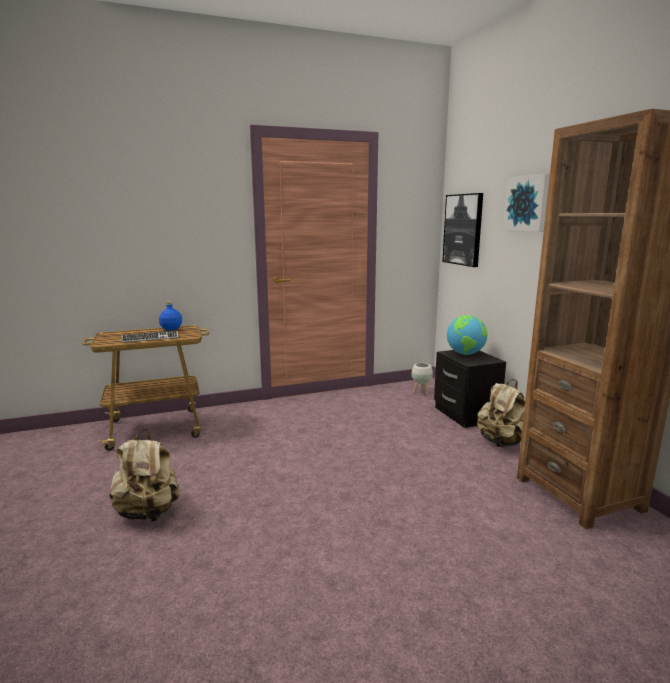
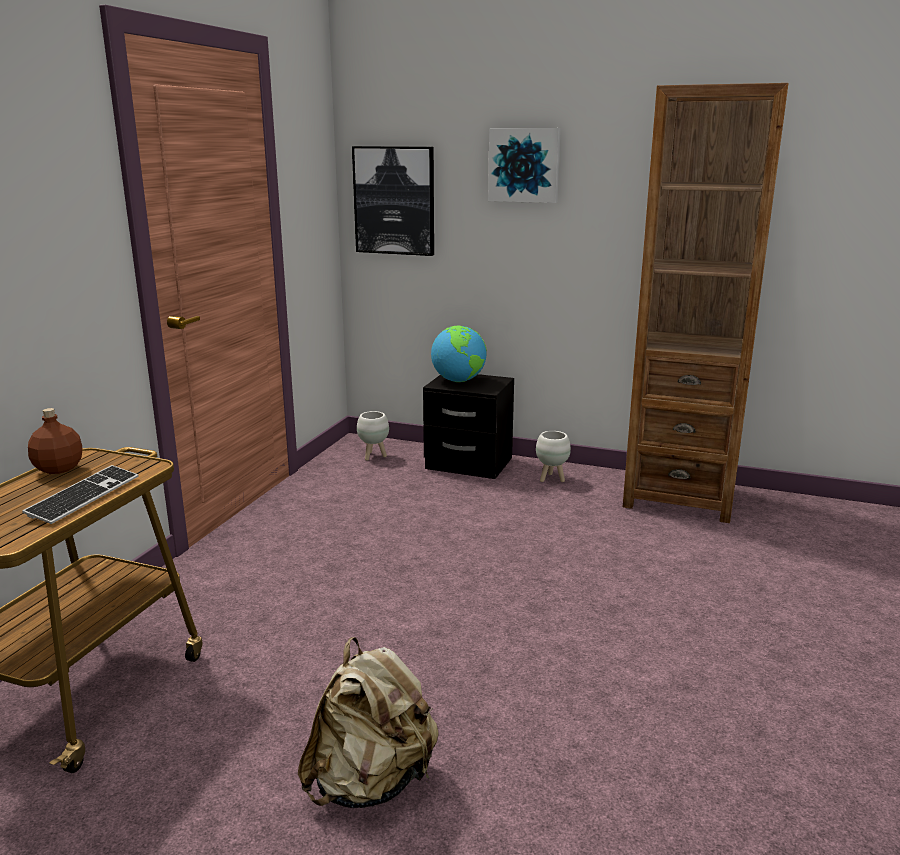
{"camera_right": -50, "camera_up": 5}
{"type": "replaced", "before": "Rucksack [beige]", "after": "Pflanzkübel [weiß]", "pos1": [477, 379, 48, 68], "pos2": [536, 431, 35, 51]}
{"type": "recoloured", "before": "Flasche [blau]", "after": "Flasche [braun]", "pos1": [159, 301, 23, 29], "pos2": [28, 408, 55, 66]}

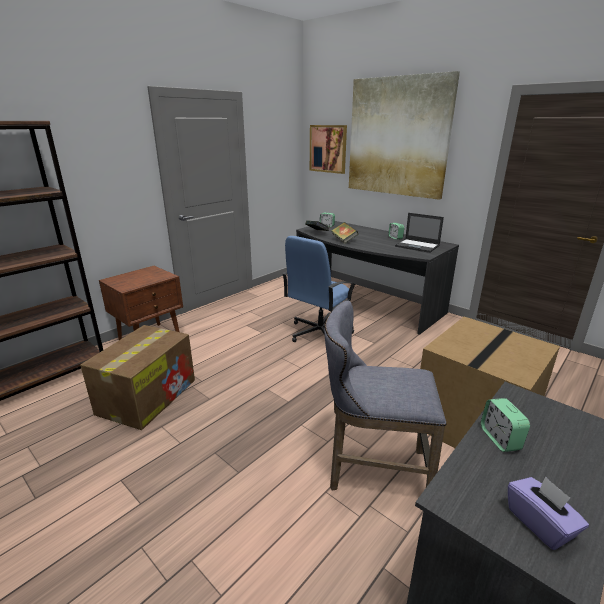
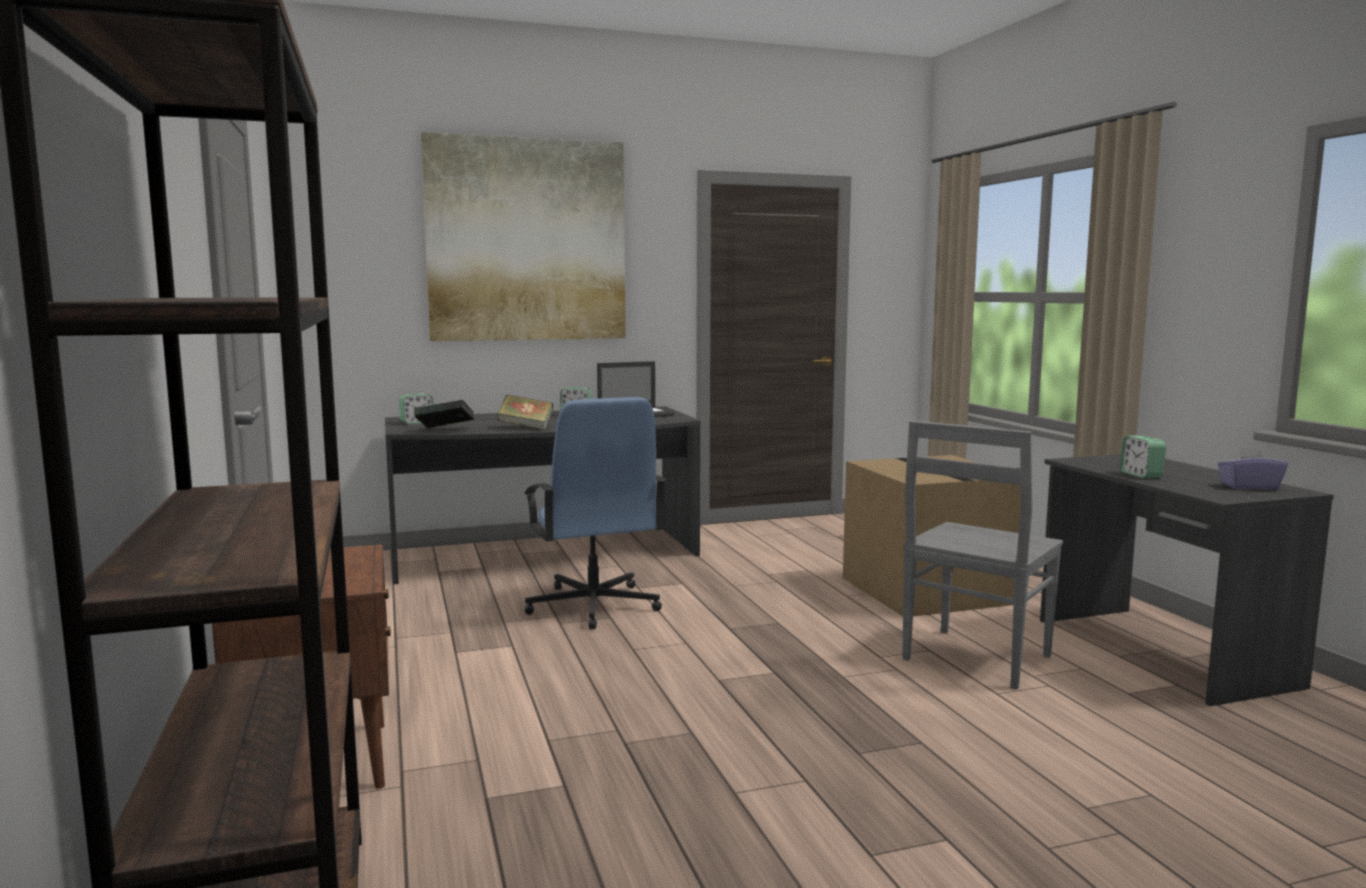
{"camera_right": -60, "camera_up": -15}
{"type": "removed", "before": "Karton", "pos1": [80, 325, 115, 105]}
{"type": "removed", "before": "Bild", "pos1": [310, 125, 37, 49]}
{"type": "replaced", "before": "Hocker [grau]", "after": "Stuhl [grau]", "pos1": [324, 301, 122, 190], "pos2": [902, 421, 161, 269]}
{"type": "turned", "before": "Wecker", "pos1": [481, 398, 49, 54], "pos2": [1120, 435, 46, 43], "turn": 60}

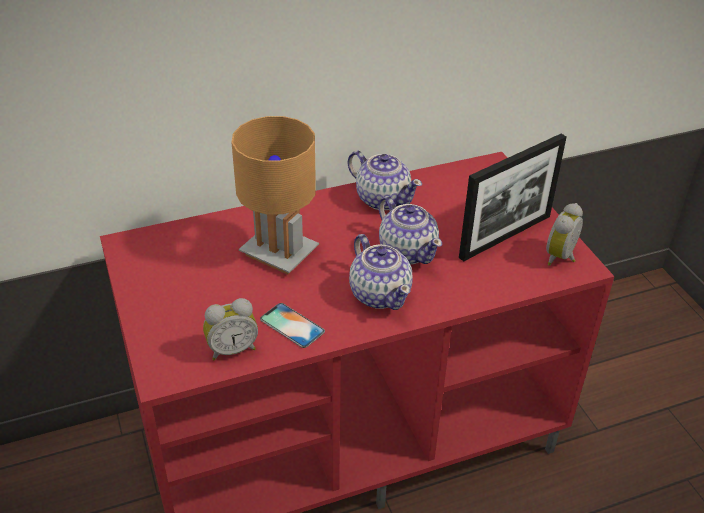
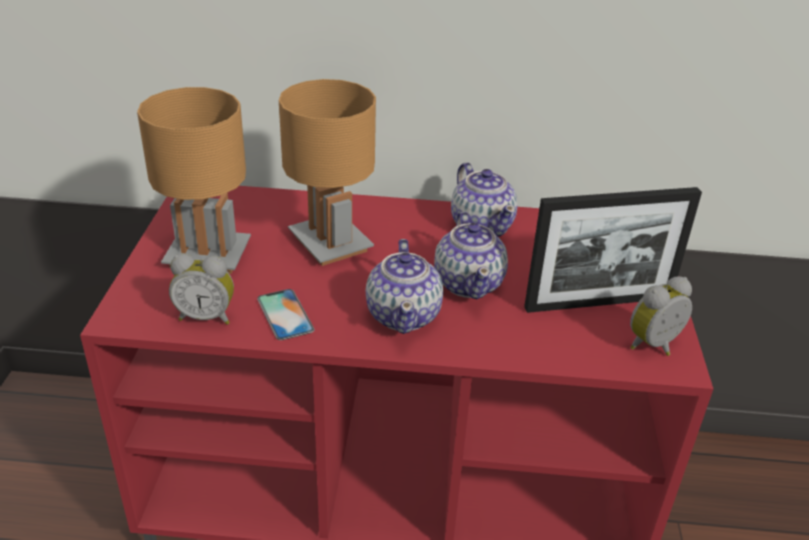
{"camera_right": 25, "camera_up": -5}
{"type": "added", "after": "Tischlampe [braun]", "pos2": [137, 87, 114, 187]}

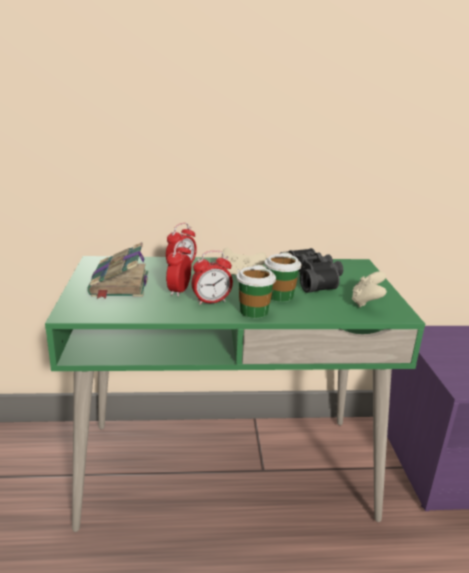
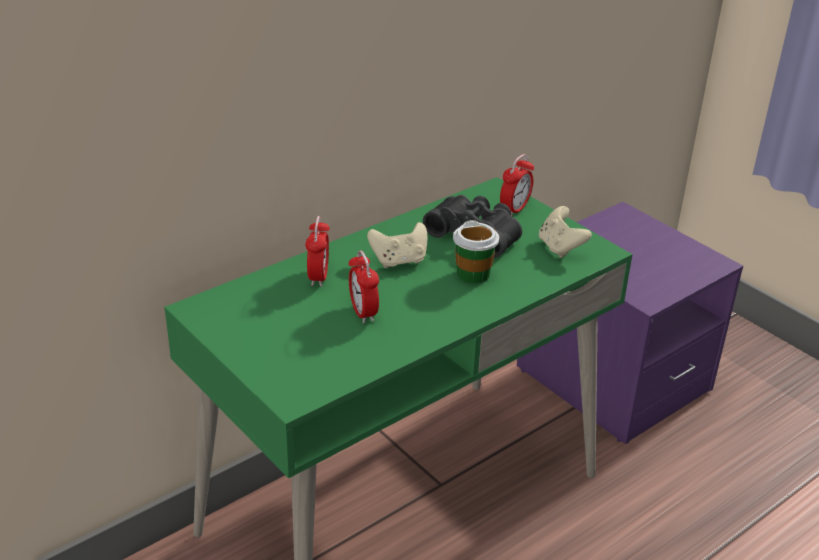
{"camera_right": -35, "camera_up": 10}
{"type": "removed", "before": "Buch", "pos1": [87, 242, 61, 57]}
{"type": "removed", "before": "Tasse", "pos1": [236, 265, 40, 53]}
{"type": "moved", "before": "Wecker", "pos1": [191, 250, 42, 55], "pos2": [500, 154, 34, 62]}

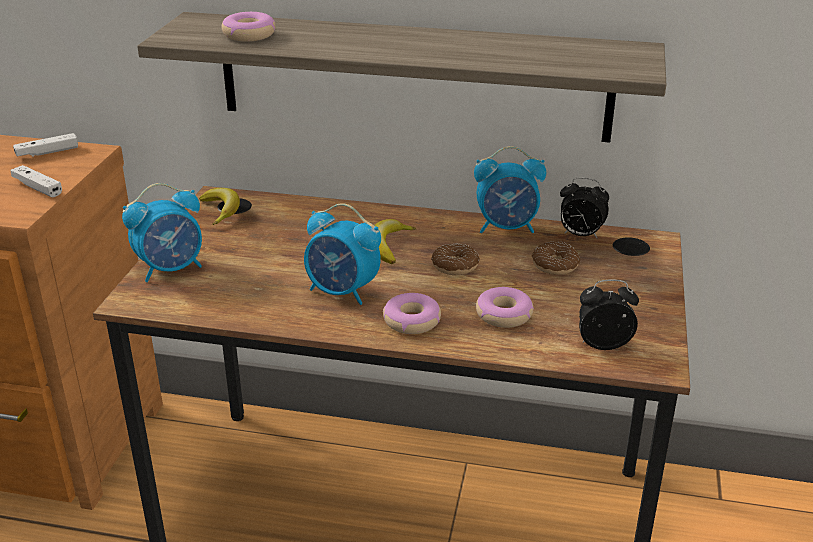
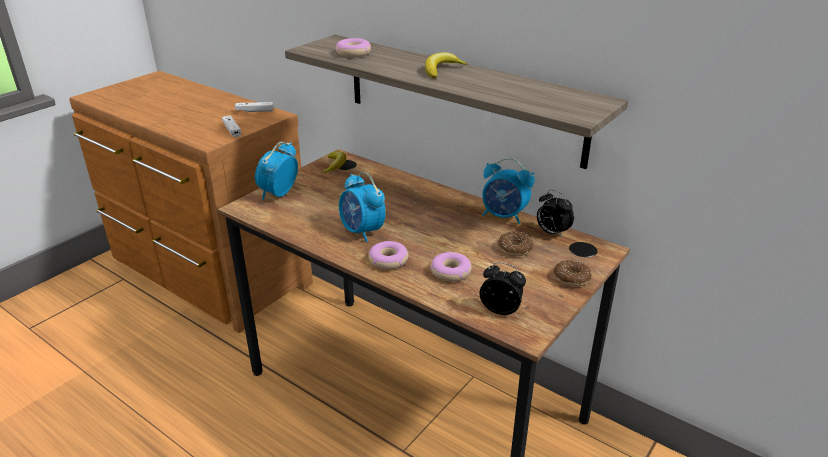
{"camera_right": 25, "camera_up": 0}
{"type": "moved", "before": "Banane", "pos1": [375, 219, 41, 45], "pos2": [425, 52, 43, 27]}
{"type": "moved", "before": "Donut", "pos1": [431, 244, 49, 31], "pos2": [554, 260, 38, 27]}
{"type": "turned", "before": "Wecker", "pos1": [122, 183, 80, 99], "pos2": [255, 142, 43, 58], "turn": 120}

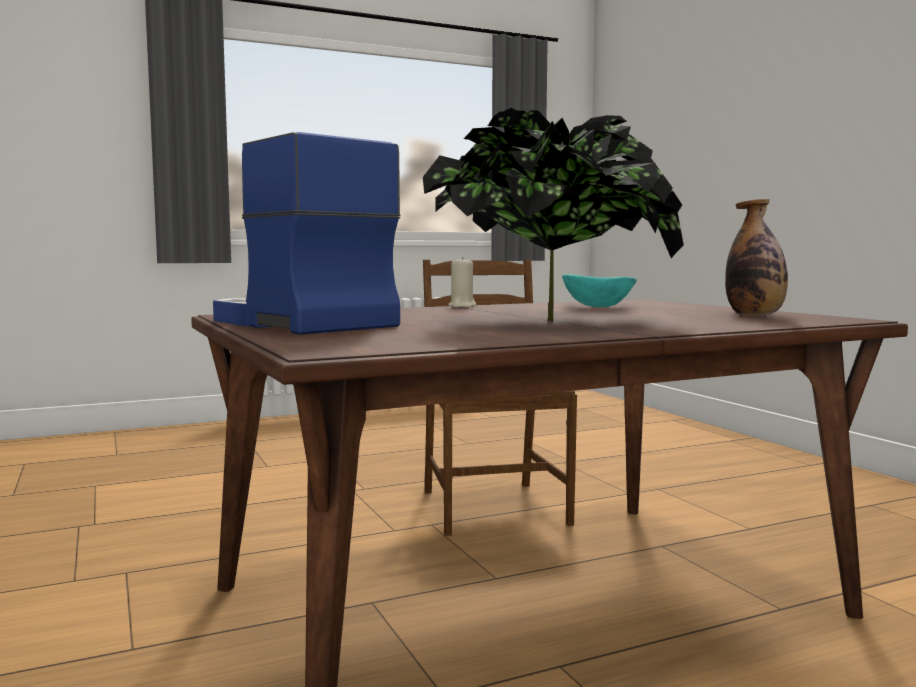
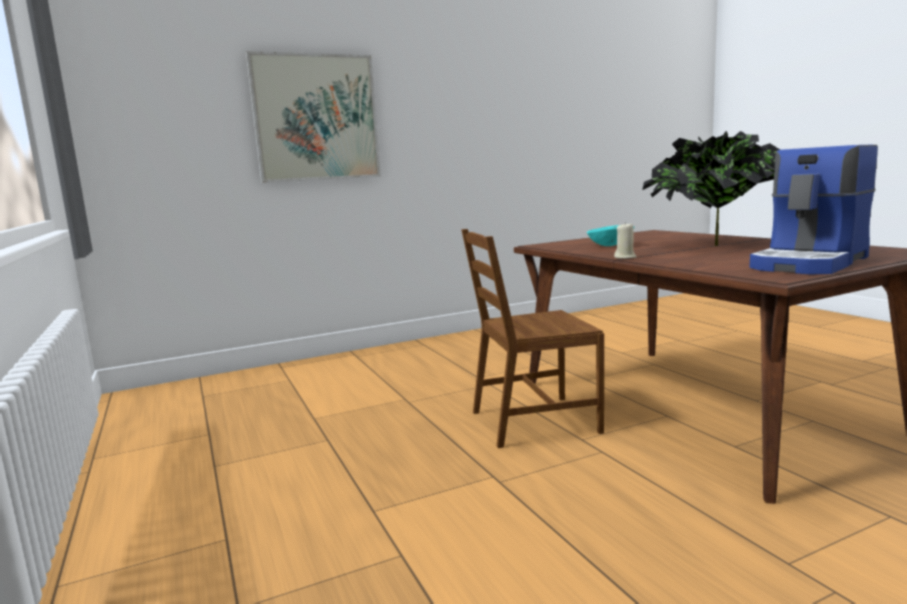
{"camera_right": -90, "camera_up": 5}
{"type": "removed", "before": "Flasche", "pos1": [725, 199, 63, 117]}
{"type": "added", "after": "Bild", "pos2": [246, 51, 135, 132]}

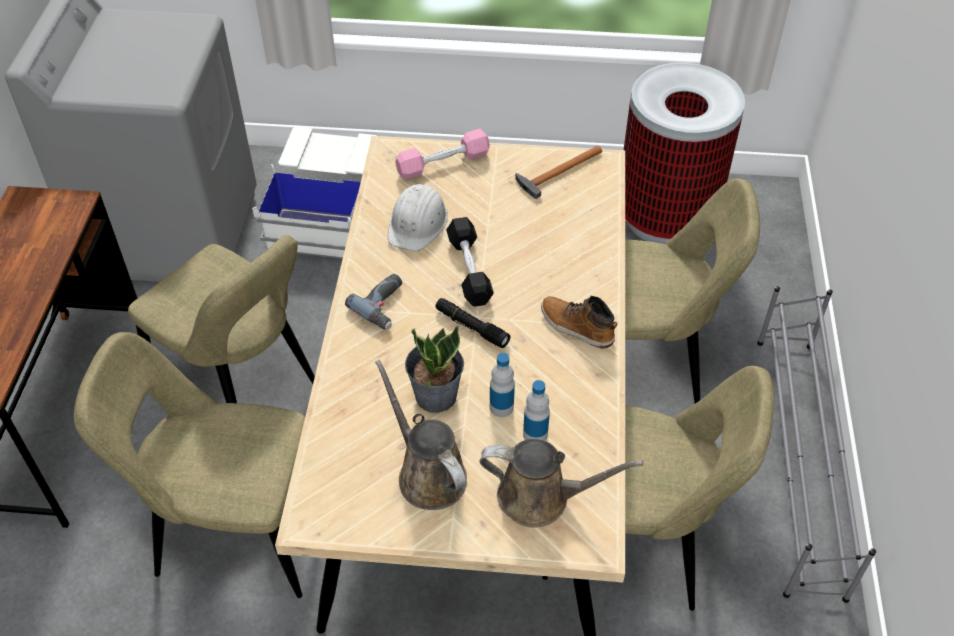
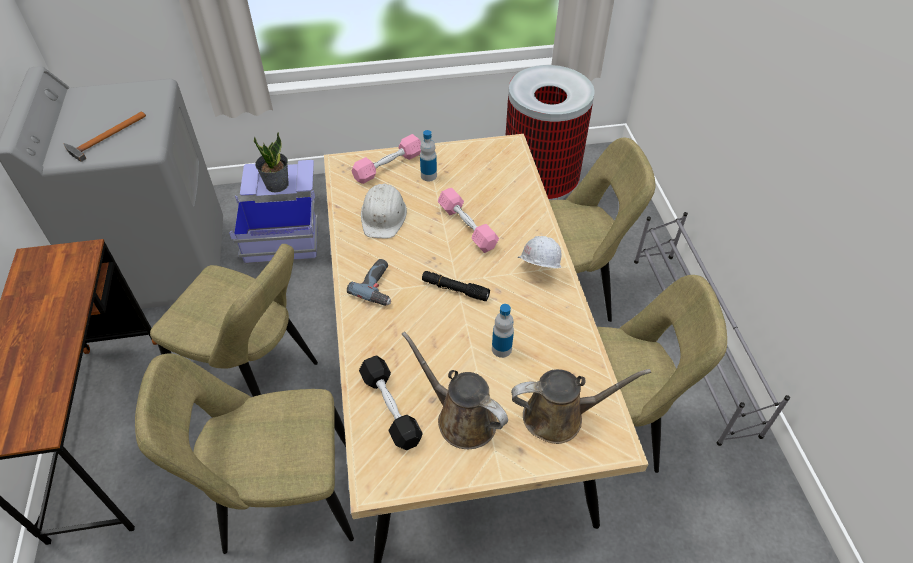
{"camera_right": -15, "camera_up": 0}
{"type": "added", "after": "Hantel [rosa]", "pos2": [438, 188, 61, 65]}
{"type": "moved", "before": "Topfpflanze", "pos1": [405, 326, 59, 87], "pos2": [254, 132, 35, 61]}
{"type": "moved", "before": "Hantel [schwarz]", "pos1": [446, 217, 48, 90], "pos2": [359, 355, 64, 95]}
{"type": "moved", "before": "Hammer", "pos1": [515, 146, 87, 53], "pos2": [63, 112, 83, 50]}
{"type": "moved", "before": "Flasche", "pos1": [523, 380, 27, 61], "pos2": [420, 130, 17, 51]}
{"type": "replaced", "before": "Stiefel", "after": "Schutzhelm [weiß]", "pos1": [541, 296, 77, 53], "pos2": [517, 236, 44, 32]}
{"type": "recoloured", "before": "Aufbewahrungsbox [weiß]", "after": "Aufbewahrungsbox [blau]", "pos1": [252, 127, 125, 132], "pos2": [229, 160, 89, 104]}

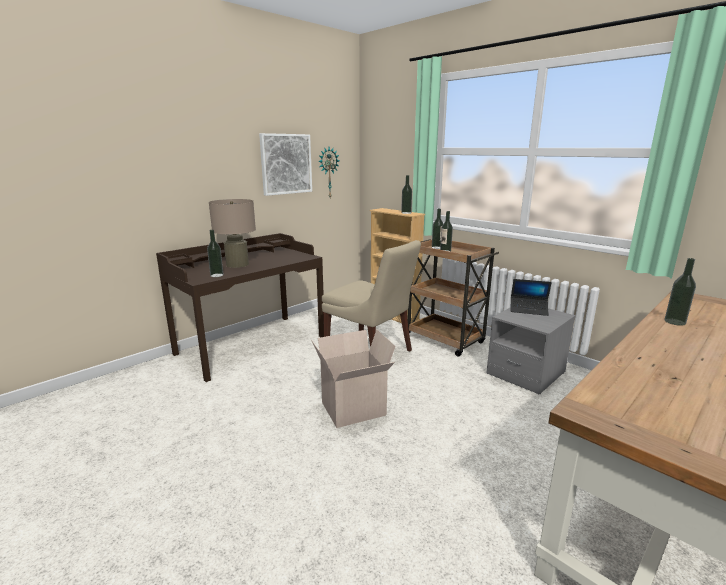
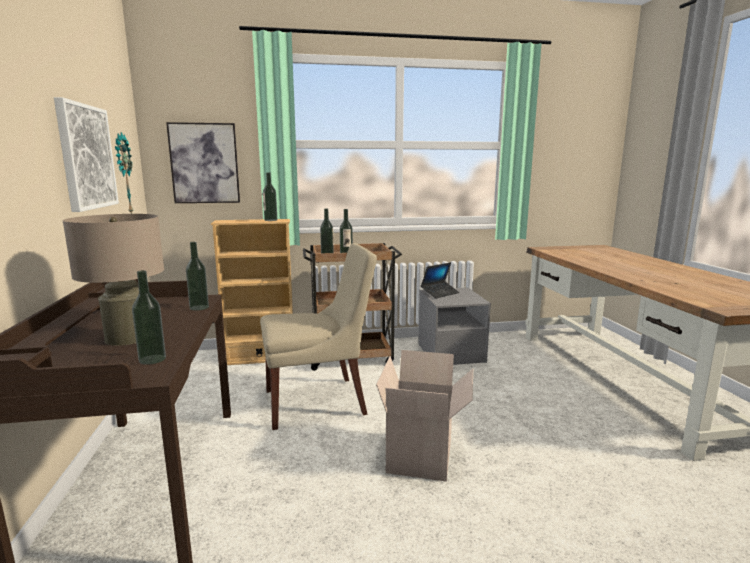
{"camera_right": -55, "camera_up": -5}
{"type": "added", "after": "Bild", "pos2": [166, 122, 74, 81]}
{"type": "moved", "before": "Flasche", "pos1": [664, 258, 32, 68], "pos2": [186, 242, 23, 69]}

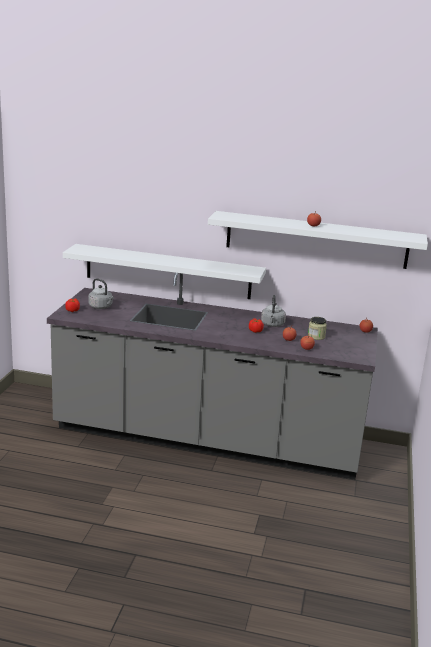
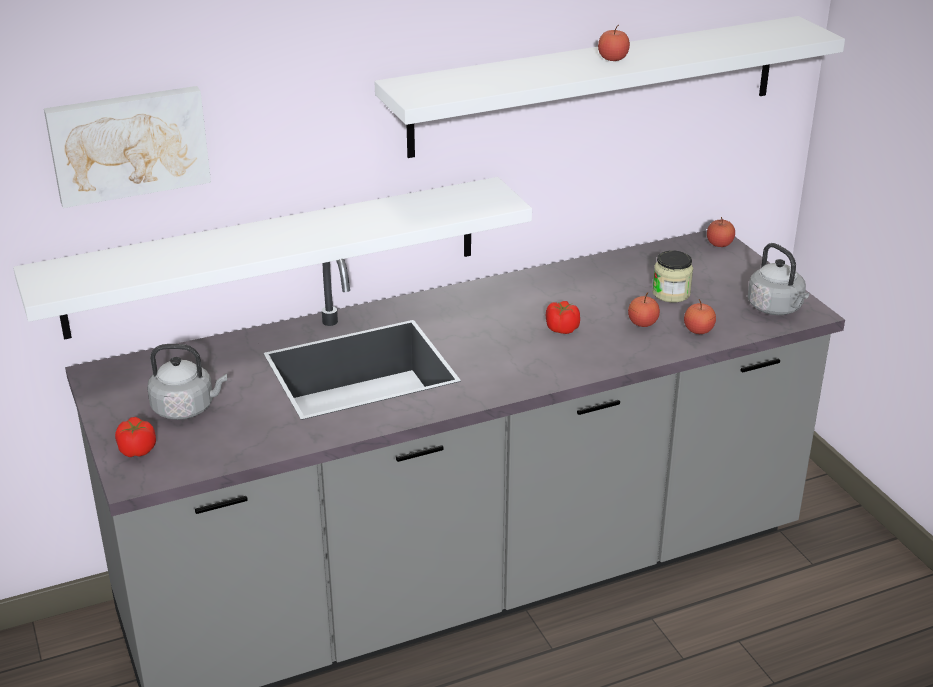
{"camera_right": -35, "camera_up": 10}
{"type": "added", "after": "Bild", "pos2": [44, 86, 167, 122]}
{"type": "moved", "before": "Wasserkessel [grau]", "pos1": [261, 295, 25, 32], "pos2": [748, 243, 61, 72]}

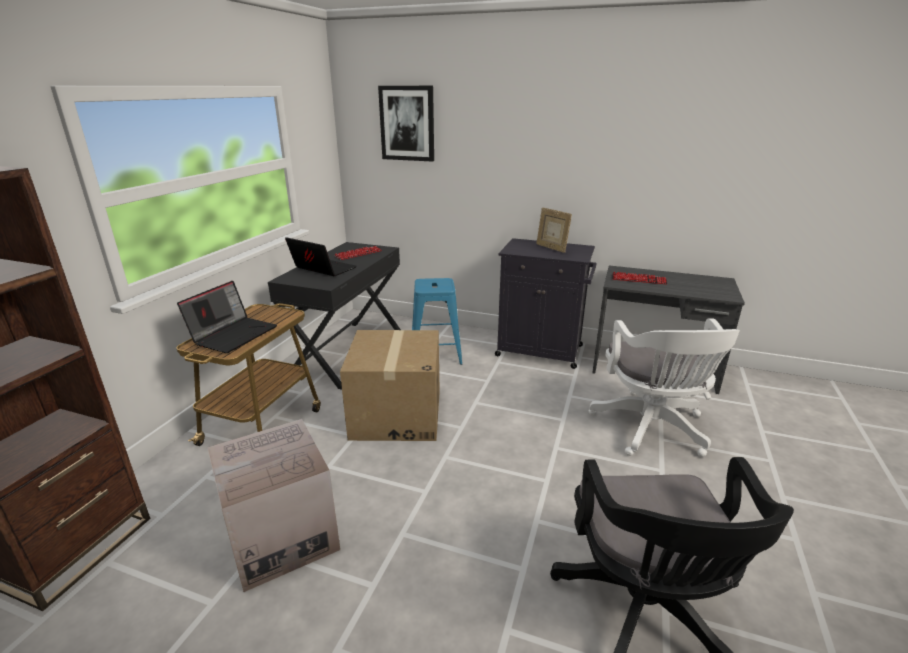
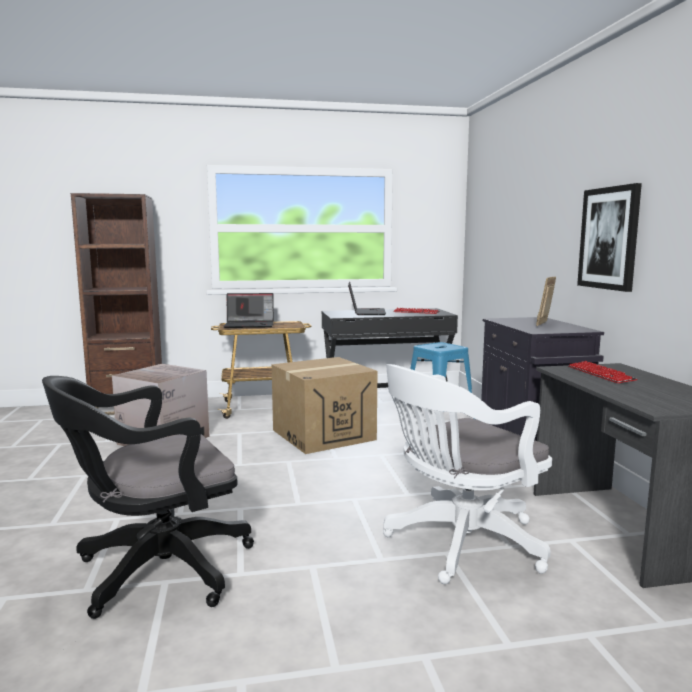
{"camera_right": 60, "camera_up": -15}
{"type": "moved", "before": "Bild", "pos1": [378, 86, 56, 76], "pos2": [577, 183, 65, 109]}

